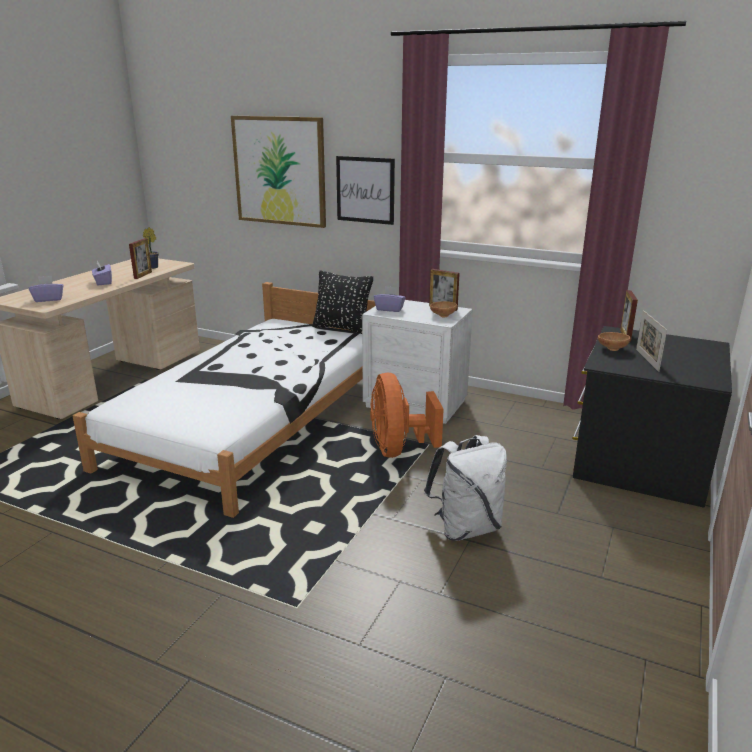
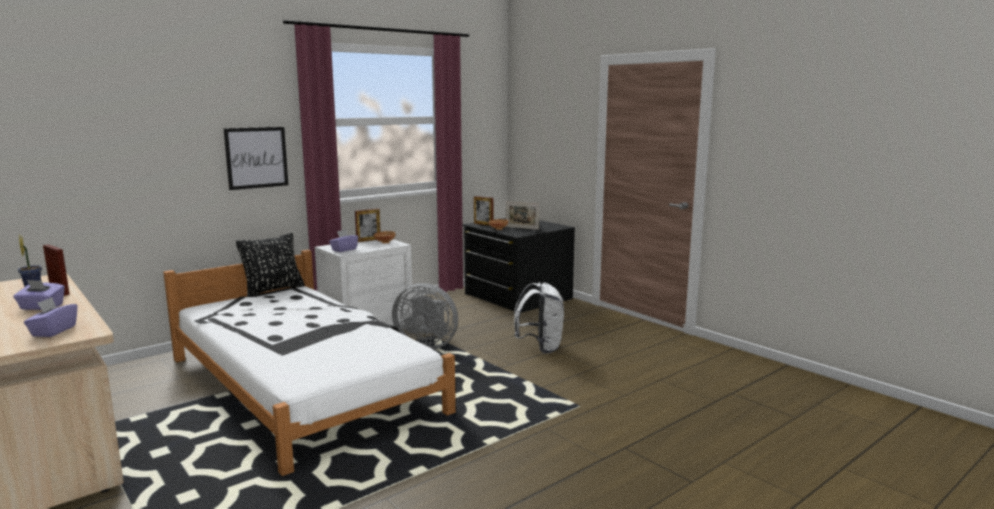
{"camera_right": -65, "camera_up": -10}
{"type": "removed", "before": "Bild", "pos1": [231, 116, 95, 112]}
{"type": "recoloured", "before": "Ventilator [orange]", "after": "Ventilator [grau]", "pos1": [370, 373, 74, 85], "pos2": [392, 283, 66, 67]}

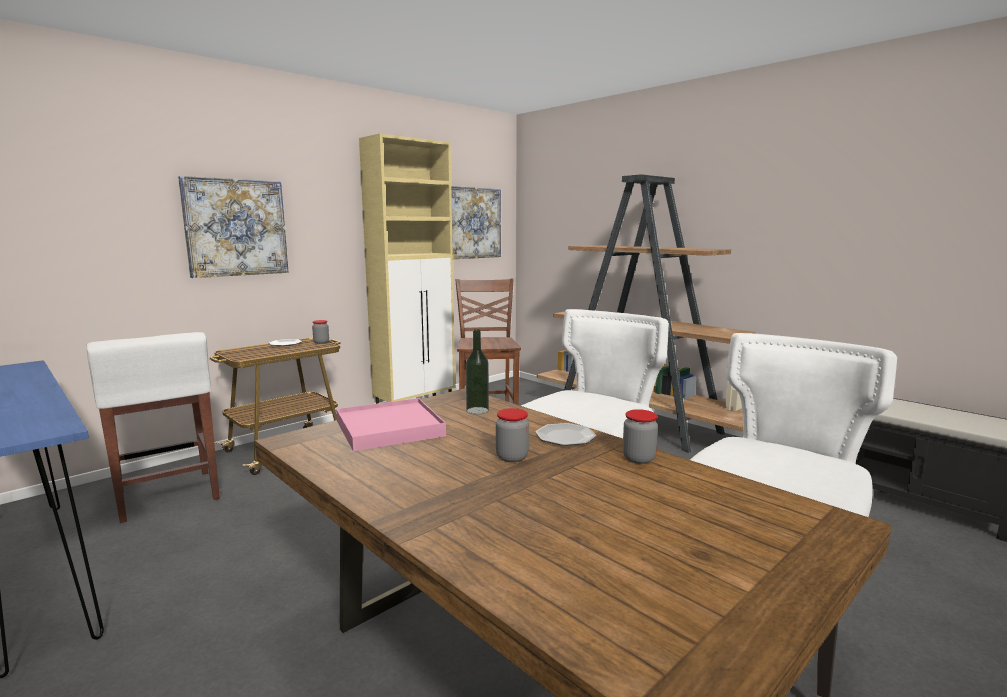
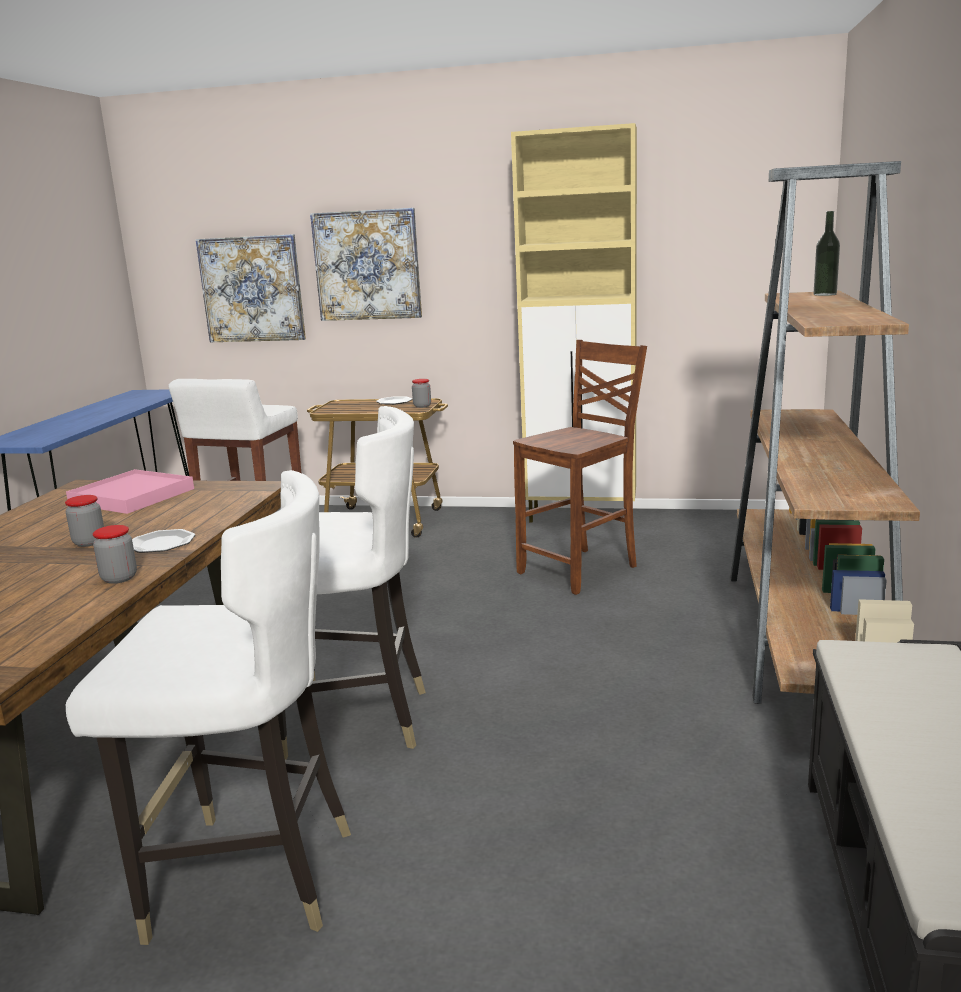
{"camera_right": 55, "camera_up": 5}
{"type": "moved", "before": "Bild", "pos1": [451, 186, 50, 73], "pos2": [196, 234, 110, 108]}
{"type": "moved", "before": "Flasche", "pos1": [466, 329, 23, 85], "pos2": [814, 211, 26, 85]}

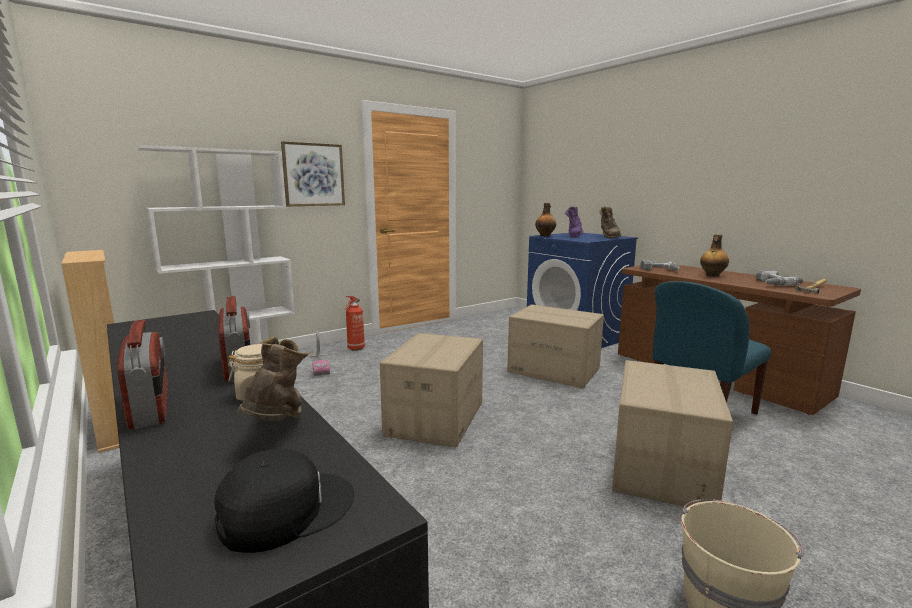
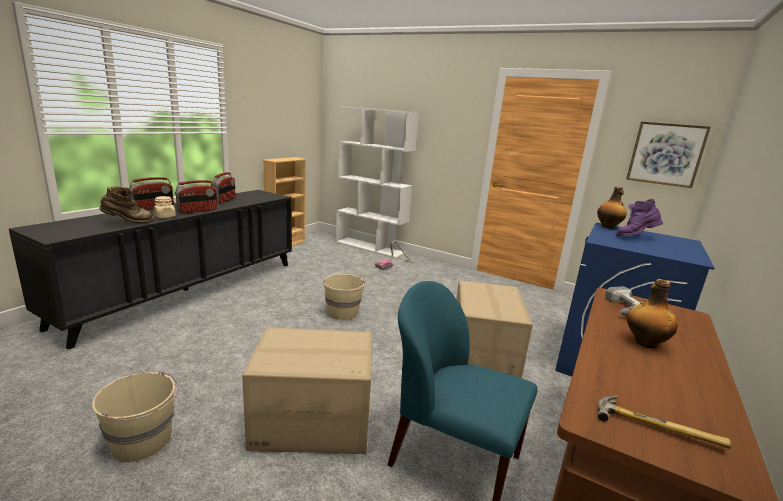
{"camera_right": 65, "camera_up": 5}
{"type": "removed", "before": "Kappe [schwarz]", "pos1": [214, 449, 140, 104]}
{"type": "removed", "before": "Feuerlöscher", "pos1": [345, 296, 20, 55]}
{"type": "removed", "before": "Stiefel [braun]", "pos1": [599, 207, 22, 32]}
{"type": "removed", "before": "Bohrmaschine", "pos1": [756, 270, 47, 16]}
{"type": "added", "after": "Radio", "pos2": [211, 172, 25, 32]}
{"type": "moved", "before": "Bild", "pos1": [281, 141, 64, 65], "pos2": [626, 121, 85, 67]}
{"type": "replaced", "before": "Karton", "after": "Eimer [beige]", "pos1": [380, 333, 103, 114], "pos2": [323, 274, 42, 46]}

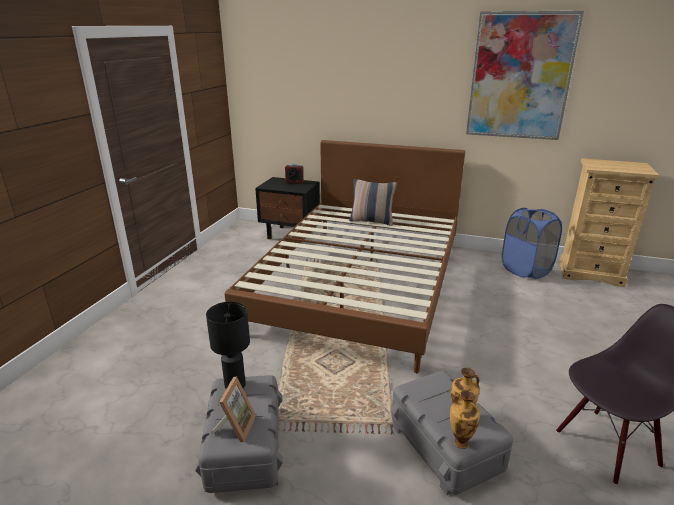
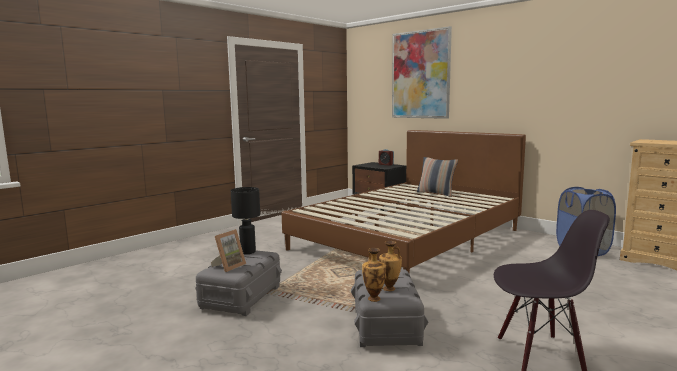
{"camera_right": 25, "camera_up": -15}
{"type": "moved", "before": "Bild", "pos1": [466, 11, 118, 129], "pos2": [392, 26, 60, 93]}

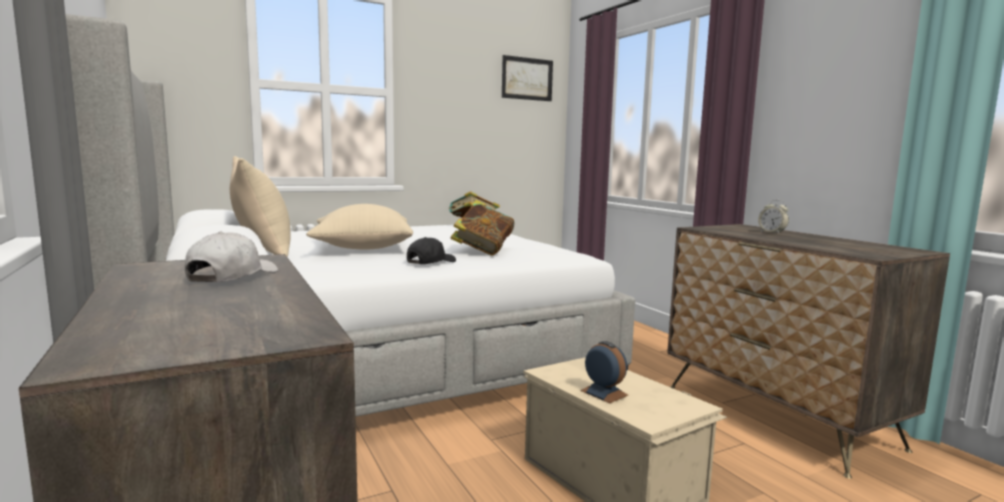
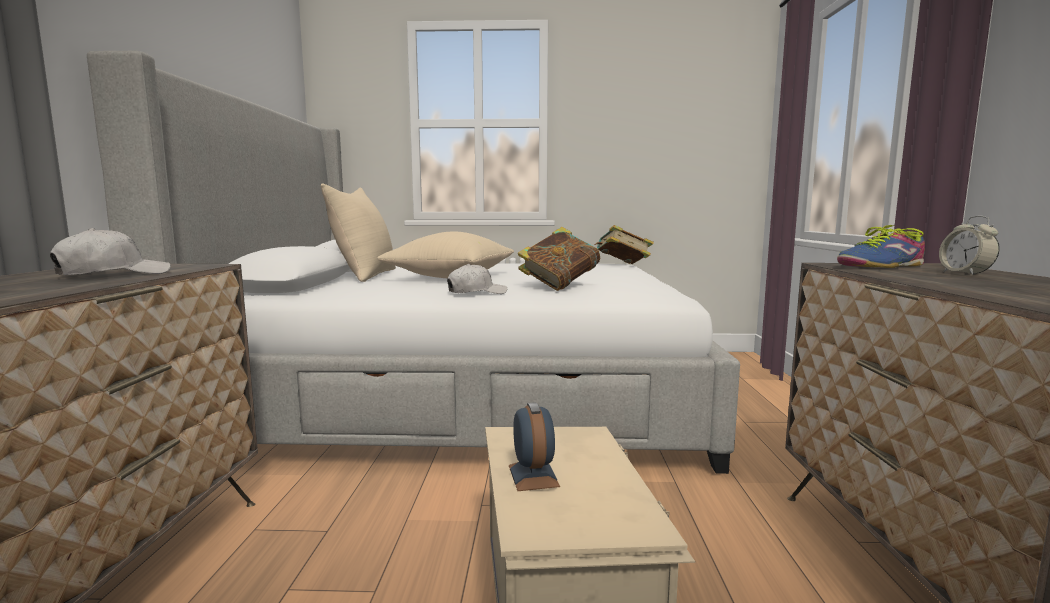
{"camera_right": 30, "camera_up": 0}
{"type": "removed", "before": "Bild", "pos1": [502, 55, 51, 46]}
{"type": "added", "after": "Schuh", "pos2": [837, 225, 88, 43]}
{"type": "recoloured", "before": "Kappe [schwarz]", "after": "Kappe [weiß]", "pos1": [407, 237, 49, 27], "pos2": [447, 264, 60, 30]}

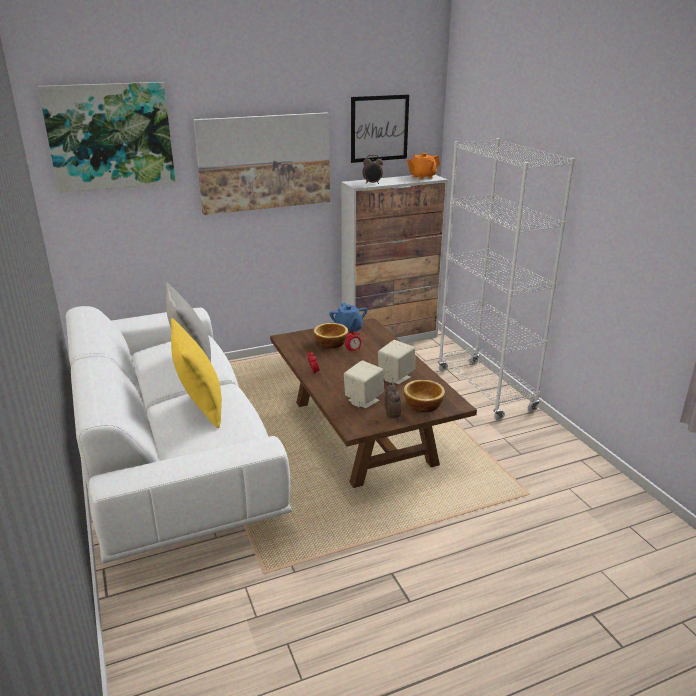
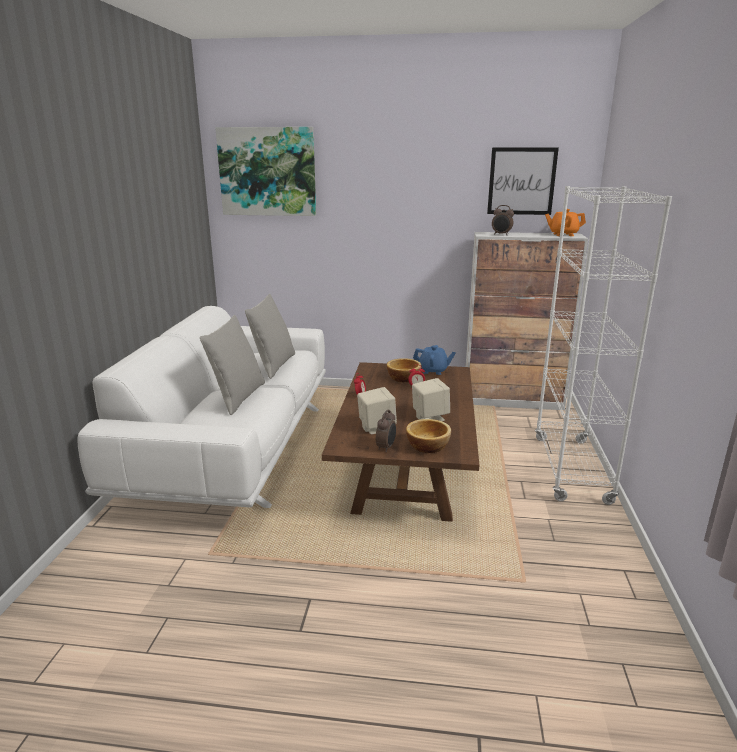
{"camera_right": 30, "camera_up": -5}
{"type": "removed", "before": "Bild", "pos1": [193, 112, 137, 103]}
{"type": "recoloured", "before": "Kissen [gelb]", "after": "Kissen [grau]", "pos1": [171, 318, 51, 110], "pos2": [200, 315, 65, 100]}
{"type": "turned", "before": "Teekanne [blau]", "pos1": [329, 302, 38, 30], "pos2": [413, 345, 43, 30], "turn": -90}

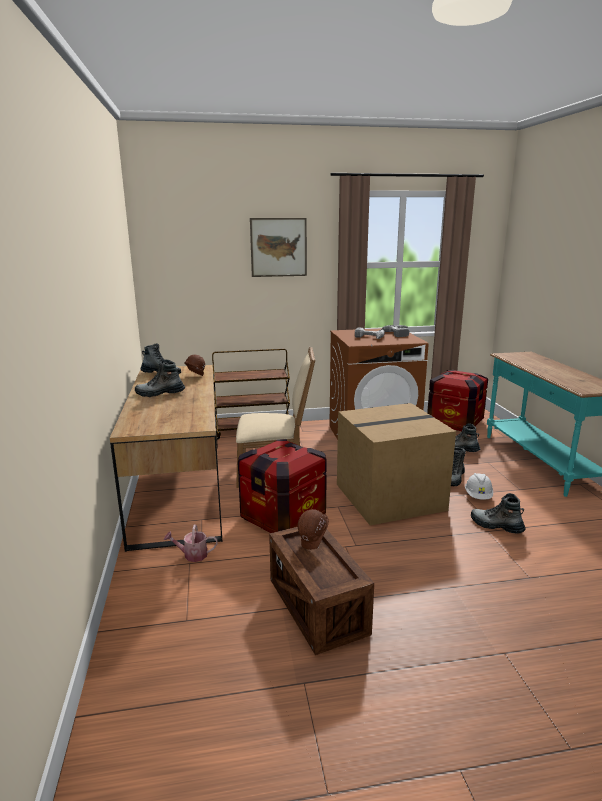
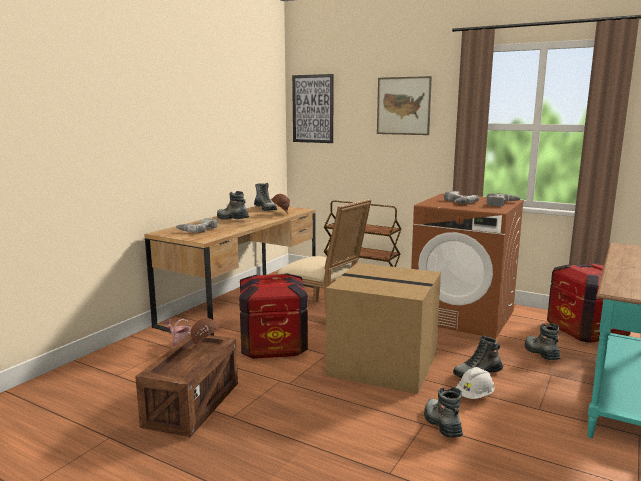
{"camera_right": 40, "camera_up": -5}
{"type": "added", "after": "Bohrmaschine", "pos2": [176, 218, 42, 15]}
{"type": "added", "after": "Bild", "pos2": [292, 74, 42, 69]}

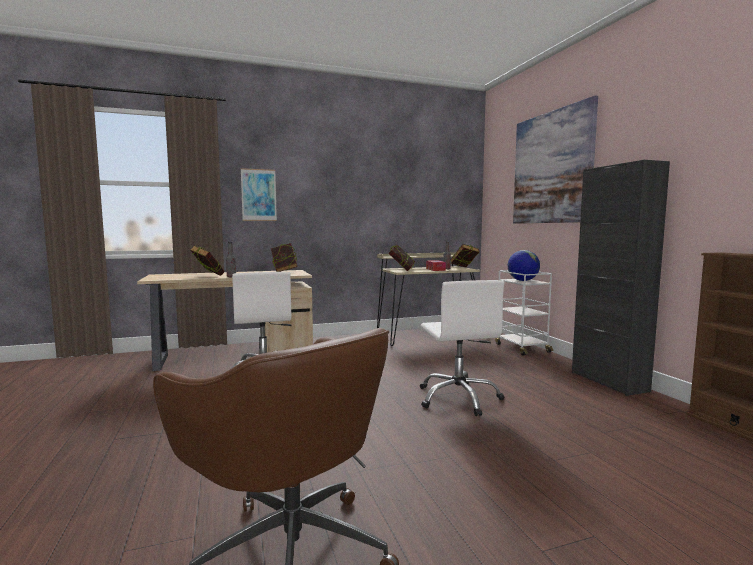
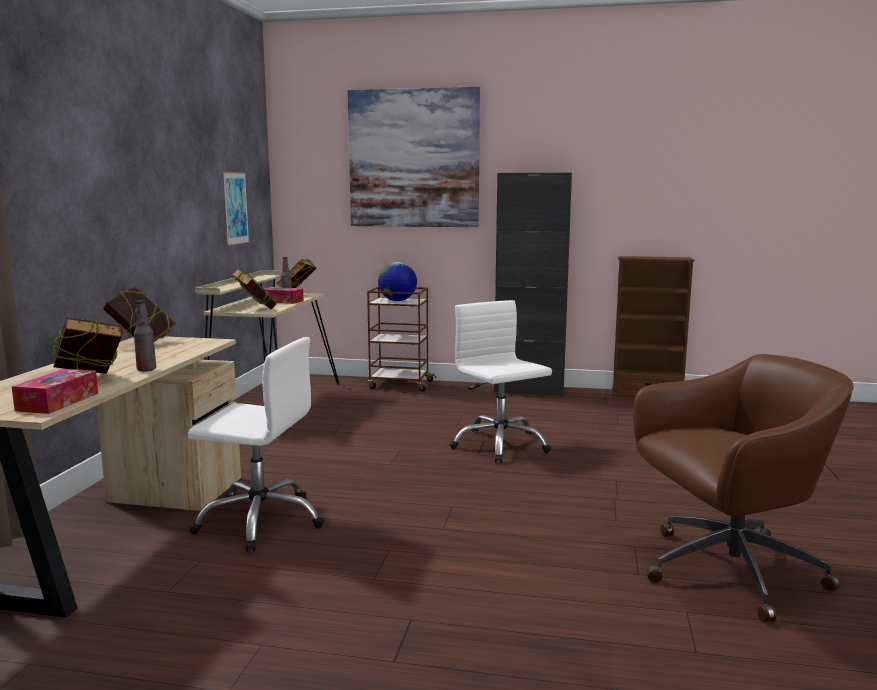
{"camera_right": -60, "camera_up": 5}
{"type": "added", "after": "Taschentuchbox", "pos2": [12, 369, 86, 45]}
{"type": "moved", "before": "Bild", "pos1": [241, 168, 36, 53], "pos2": [223, 172, 27, 74]}
{"type": "recoloured", "before": "Rollwagen [weiß]", "after": "Rollwagen [braun]", "pos1": [495, 270, 58, 86], "pos2": [367, 286, 69, 105]}
{"type": "turned", "before": "Bürostuhl [weiß]", "pos1": [420, 280, 84, 136], "pos2": [450, 300, 102, 163], "turn": -135}

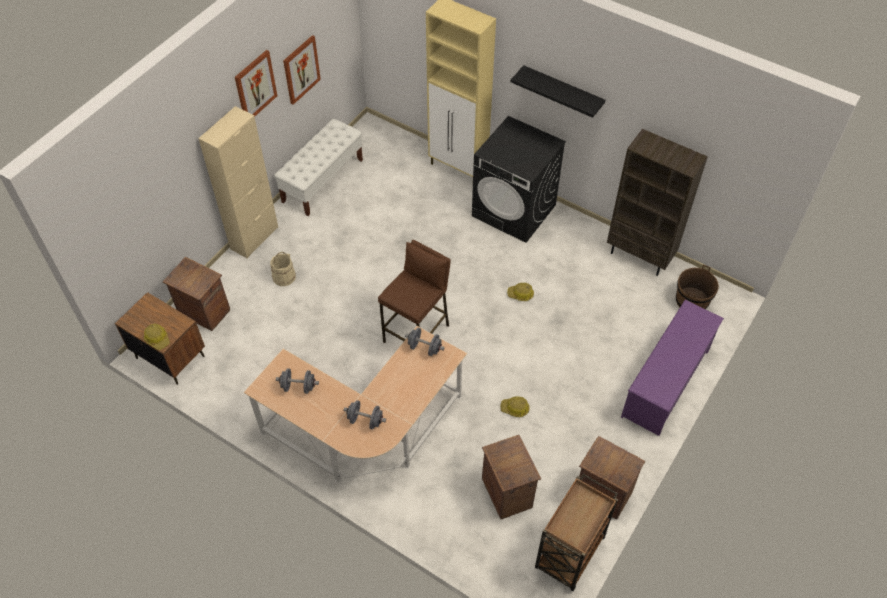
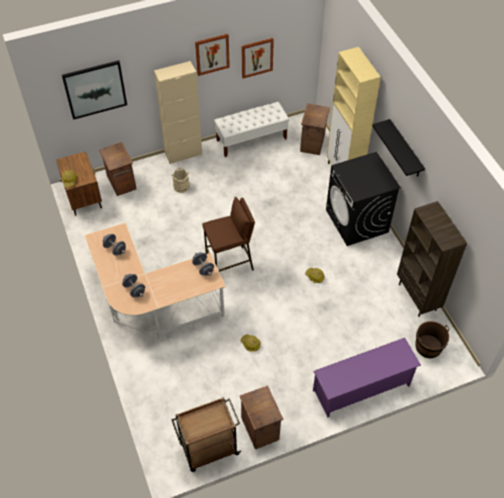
{"camera_right": 35, "camera_up": 0}
{"type": "added", "after": "Bild", "pos2": [62, 60, 65, 60]}
{"type": "moved", "before": "Kiste", "pos1": [482, 435, 59, 84], "pos2": [300, 103, 30, 52]}

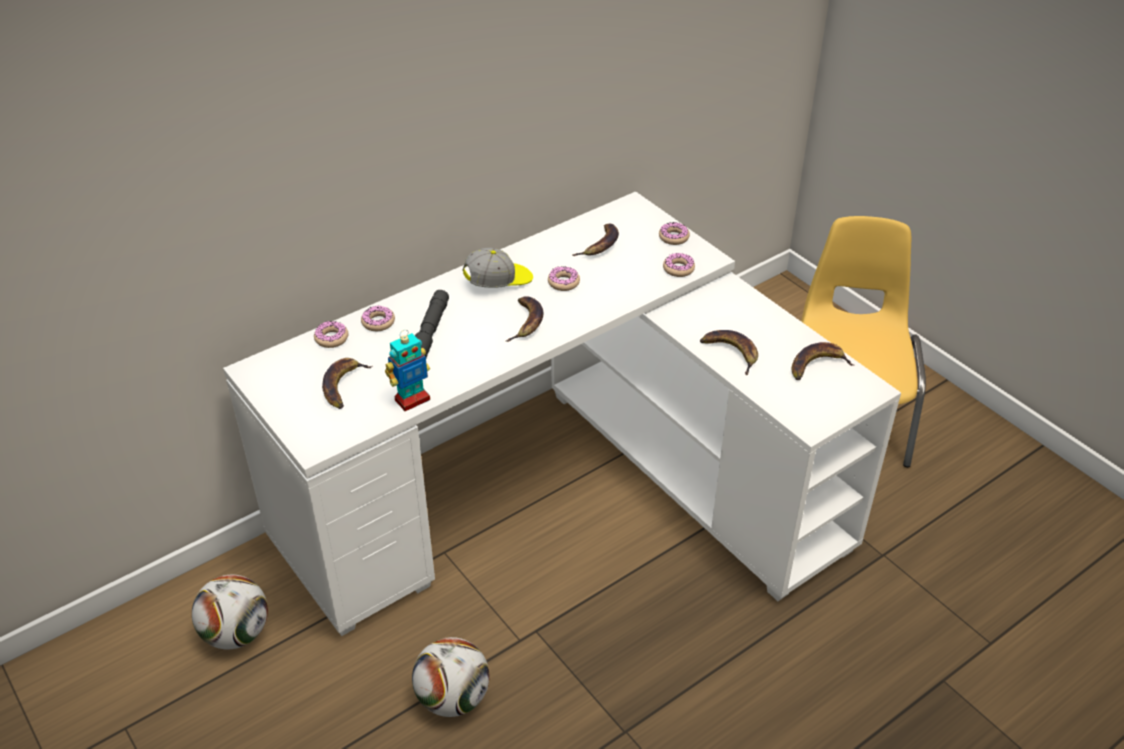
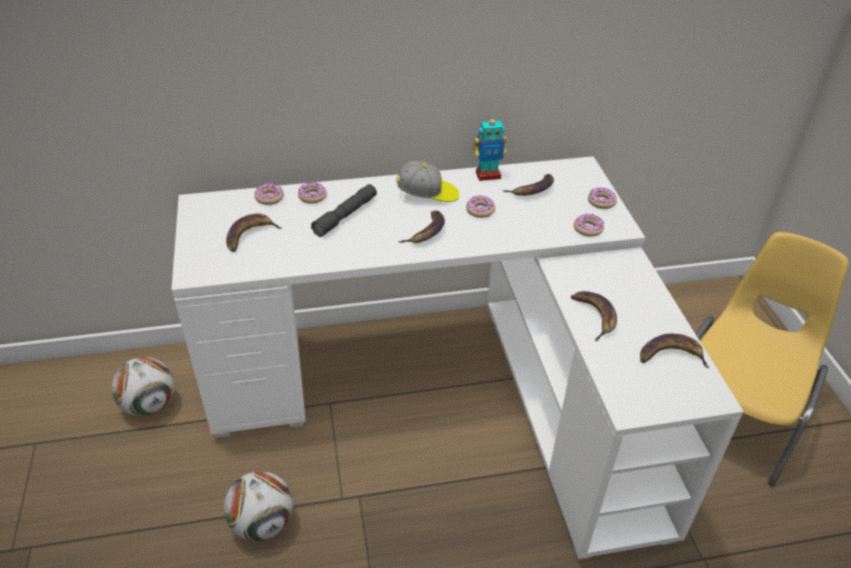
{"camera_right": 25, "camera_up": 0}
{"type": "moved", "before": "Spielzeugroboter", "pos1": [385, 330, 45, 81], "pos2": [473, 114, 34, 67]}

